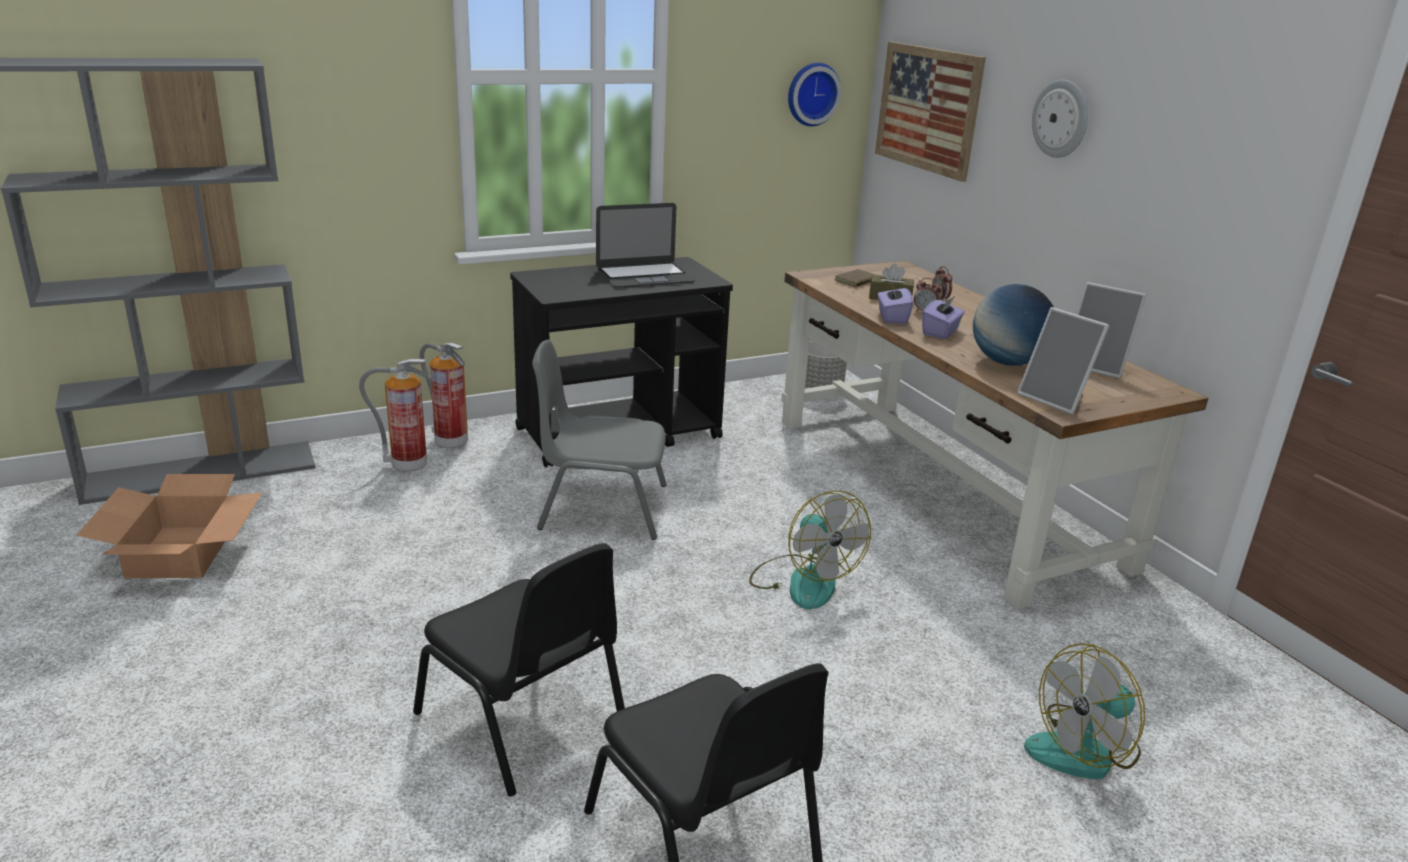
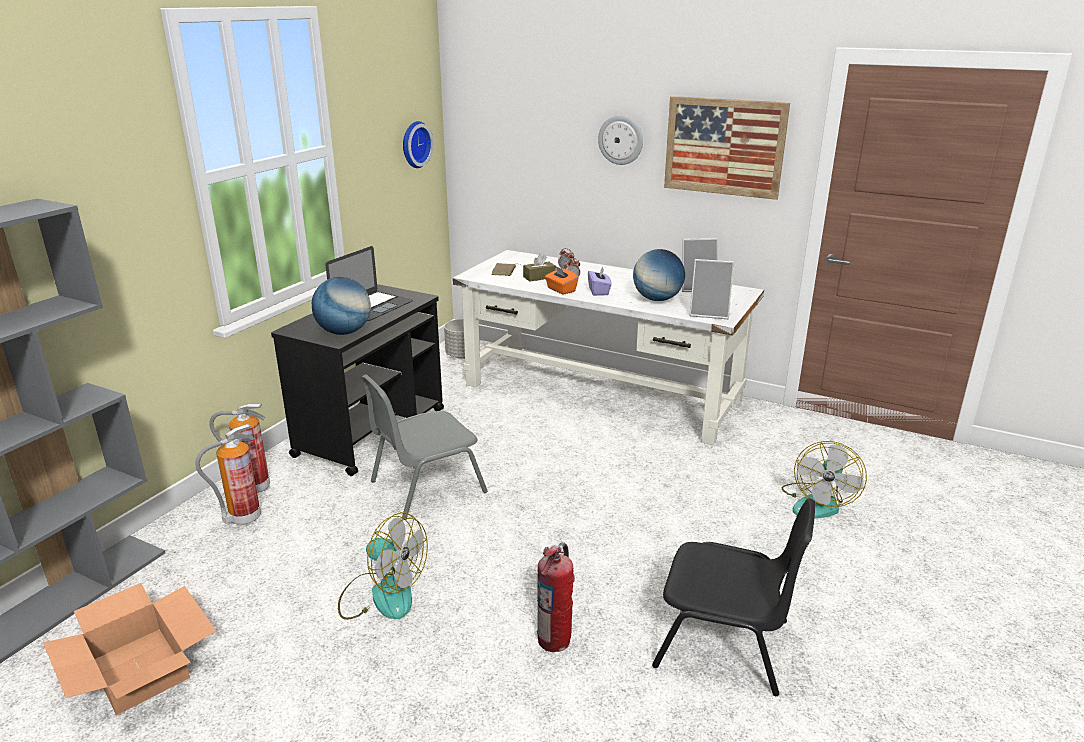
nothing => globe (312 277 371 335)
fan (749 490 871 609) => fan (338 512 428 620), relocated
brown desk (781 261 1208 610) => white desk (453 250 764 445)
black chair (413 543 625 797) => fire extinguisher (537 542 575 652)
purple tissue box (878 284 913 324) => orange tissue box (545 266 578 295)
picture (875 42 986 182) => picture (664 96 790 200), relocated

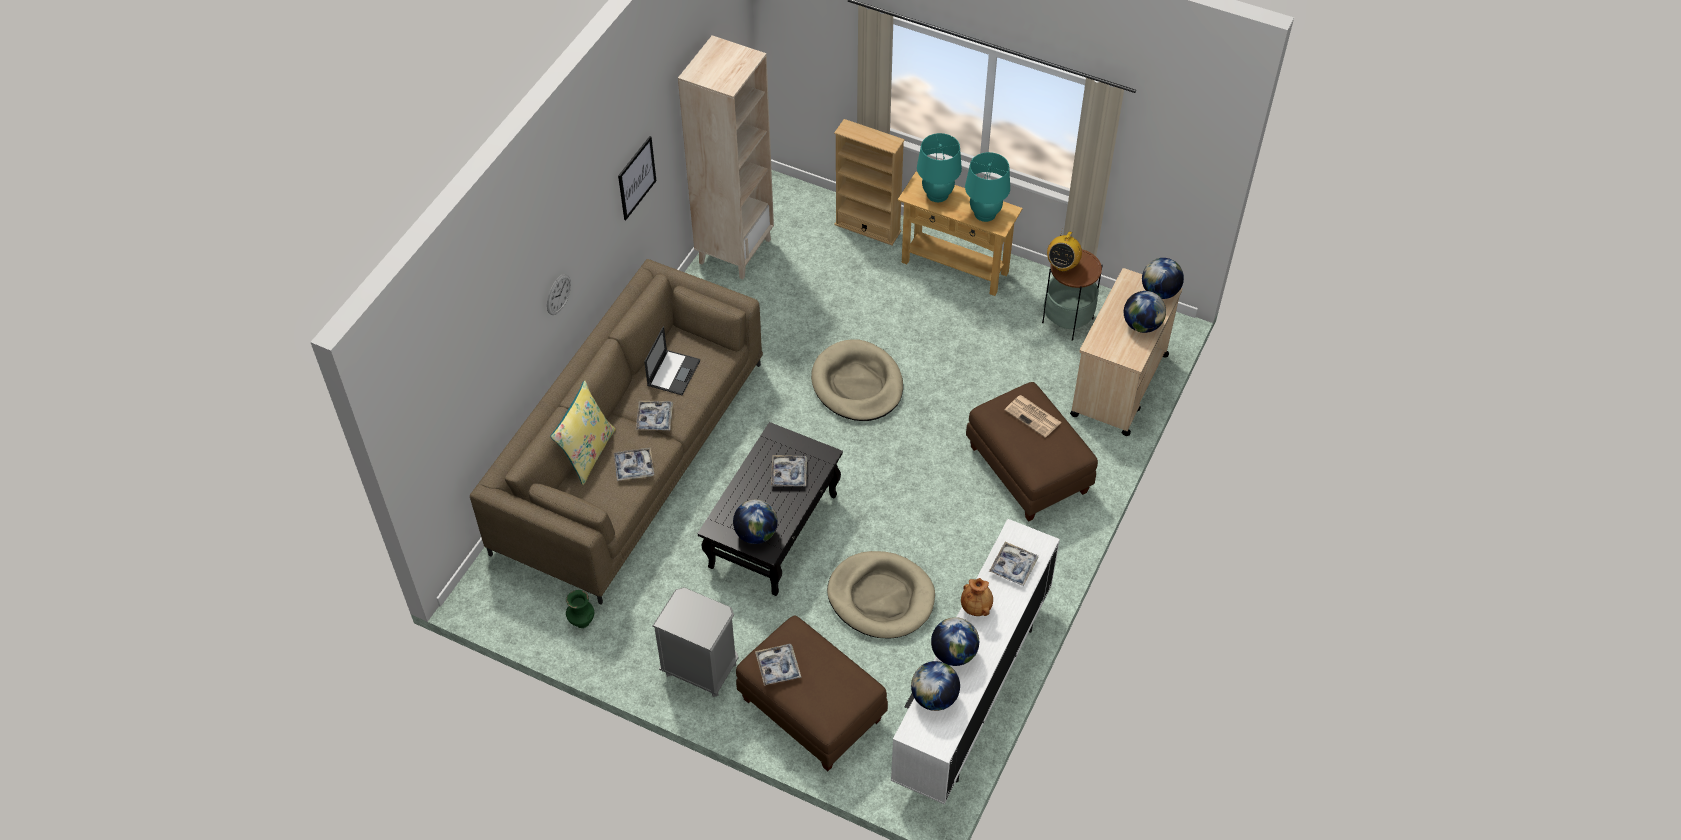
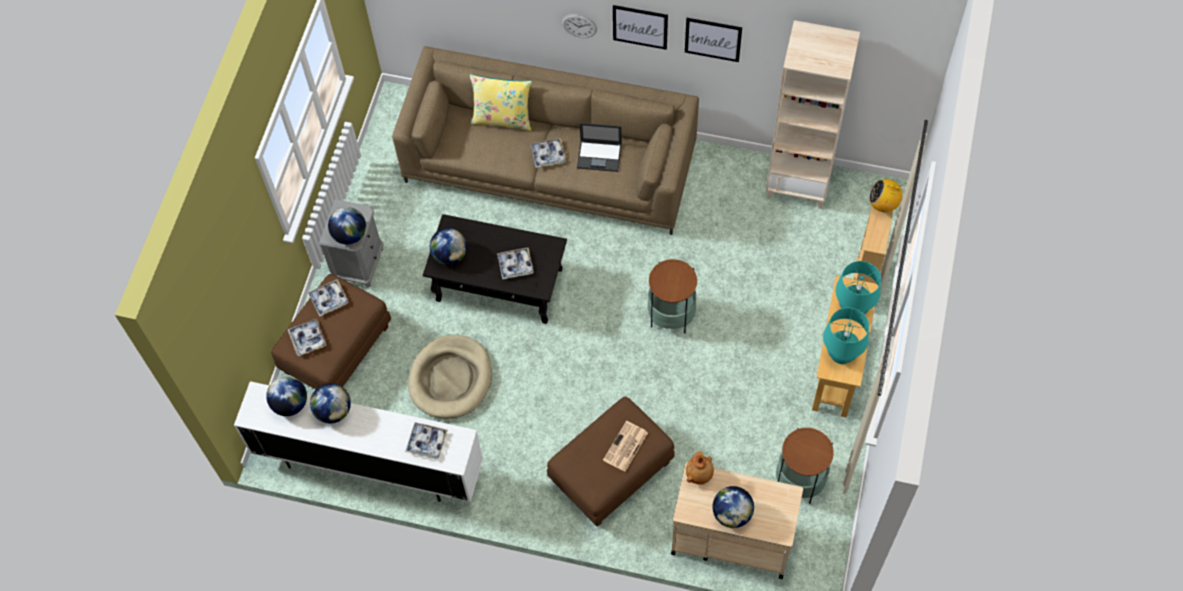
tray (614 447 654 481) => tray (288 319 327 356), relocated
globe (1142 258 1184 299) => globe (328 207 366 244), relocated
nothing => picture (613 5 668 50)
beige dog bed (811 340 903 421) => side table (648 259 697 334)
brown vase (961 578 993 616) => brown vase (686 451 714 485), relocated
radio (1047 228 1082 272) => radio (868 179 906 212), relocated
green vase (566 590 594 628) => nothing

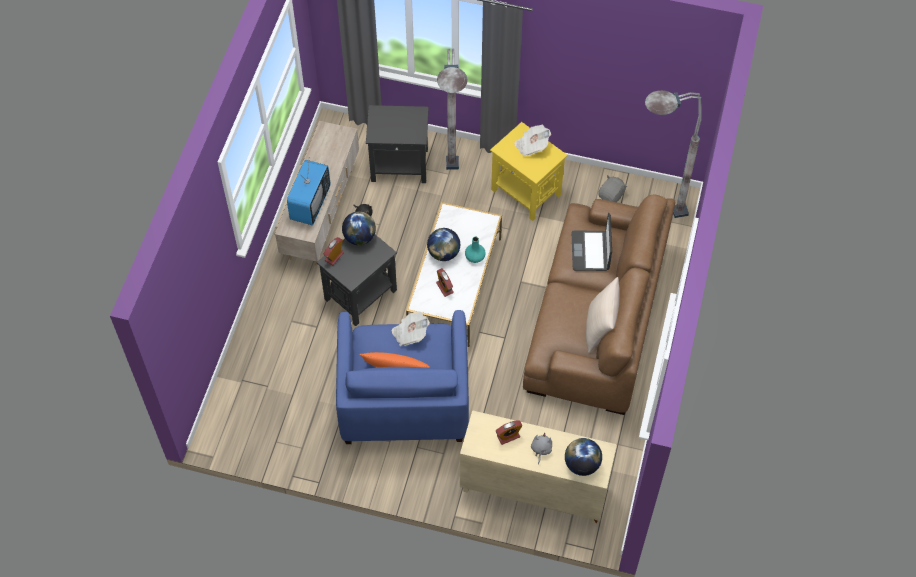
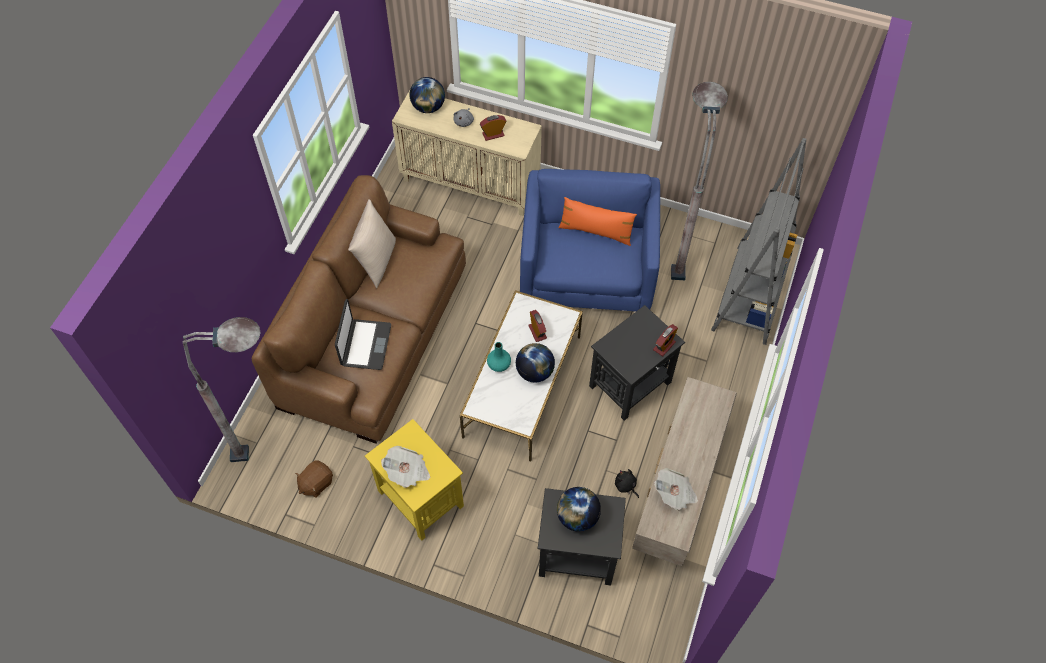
grey plush toy (598 175 627 202) => brown plush toy (295 460 333 497)
globe (342 211 376 245) => globe (557 487 601 532), relocated
newspaper (391 312 429 346) => newspaper (654 468 698 510), relocated
grey floor lamp (437 49 468 170) => grey floor lamp (671 82 728 280), relocated
nothing => grey bookcase (711 138 806 345)
television (287 160 331 225) => nothing

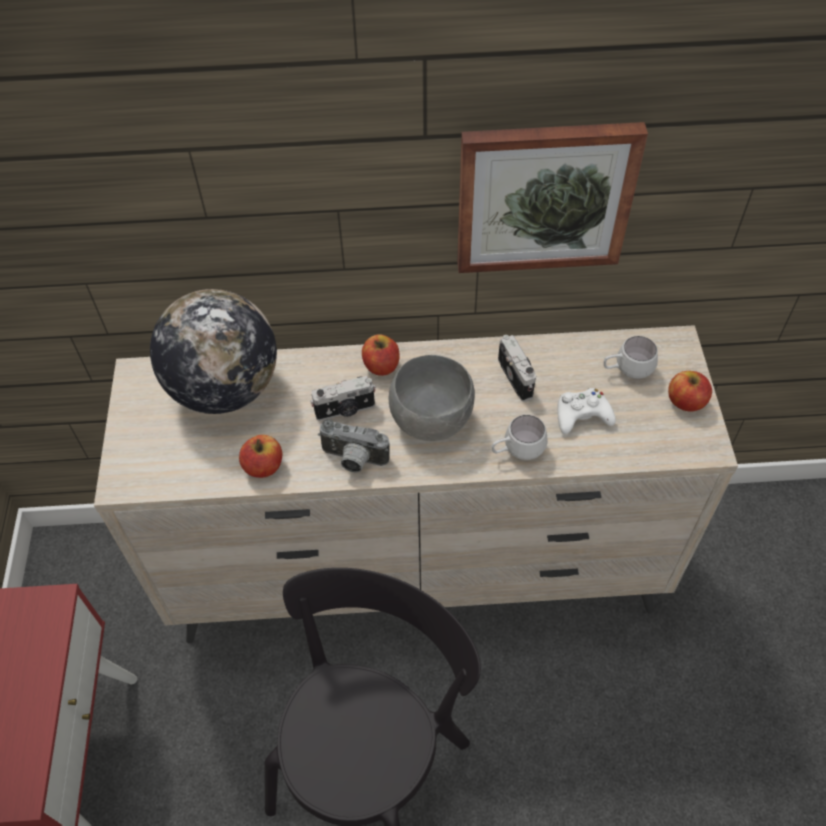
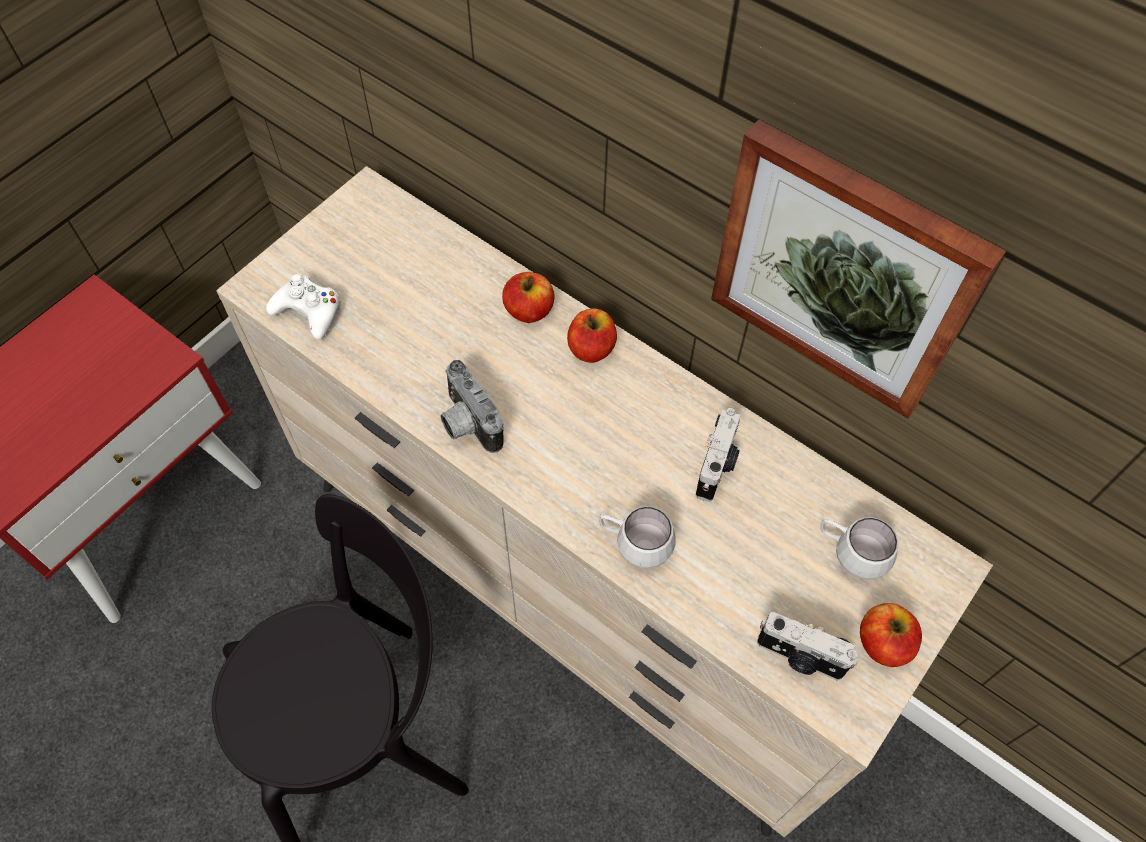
white game controller (557 388 616 434) => white game controller (266 274 341 340), relocated
apple (239 435 282 478) => apple (502 272 555 323), relocated
photo camera (310 376 376 421) => photo camera (757 612 858 680), relocated
globe (150 289 277 414) => nothing
grey bowl (388 355 475 441) => nothing

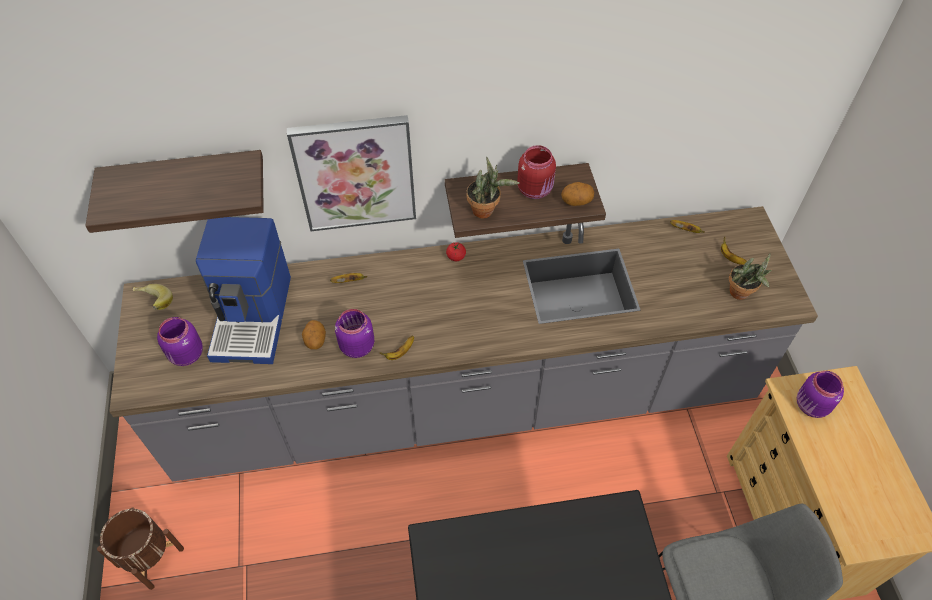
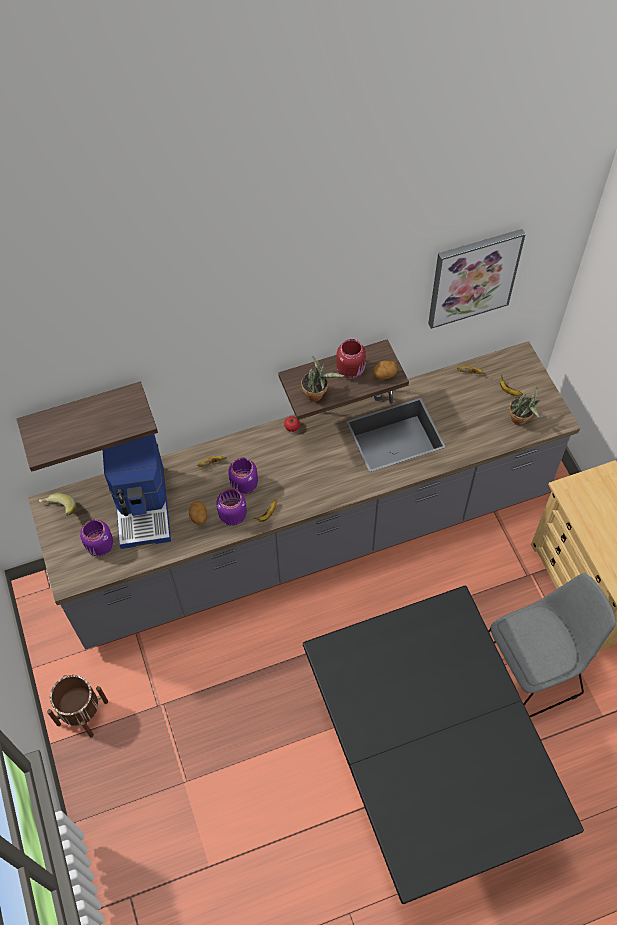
purple jar (797 371 844 418) => purple jar (229 458 258 494), relocated
picture (287 115 416 231) => picture (428 229 526 329), relocated

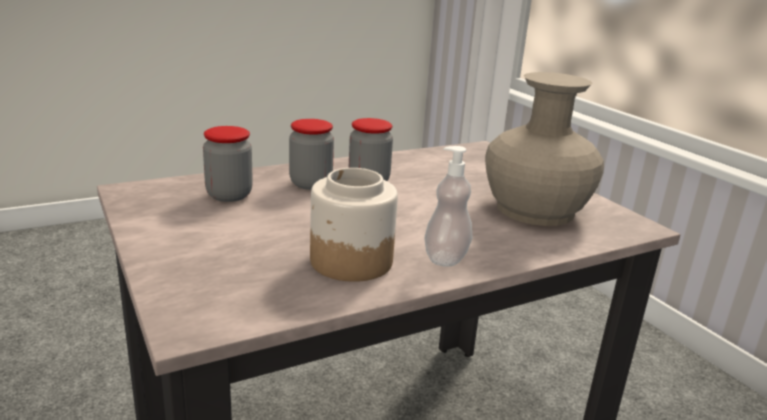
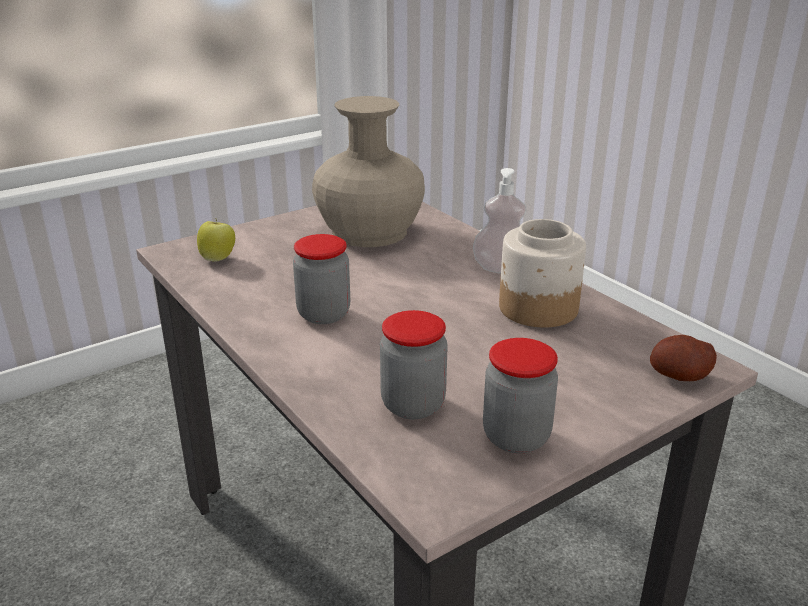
nothing => apple (197 218 235 262)
jar (289 119 334 190) => jar (483 338 558 453), relocated
nothing => potato (650 335 717 381)

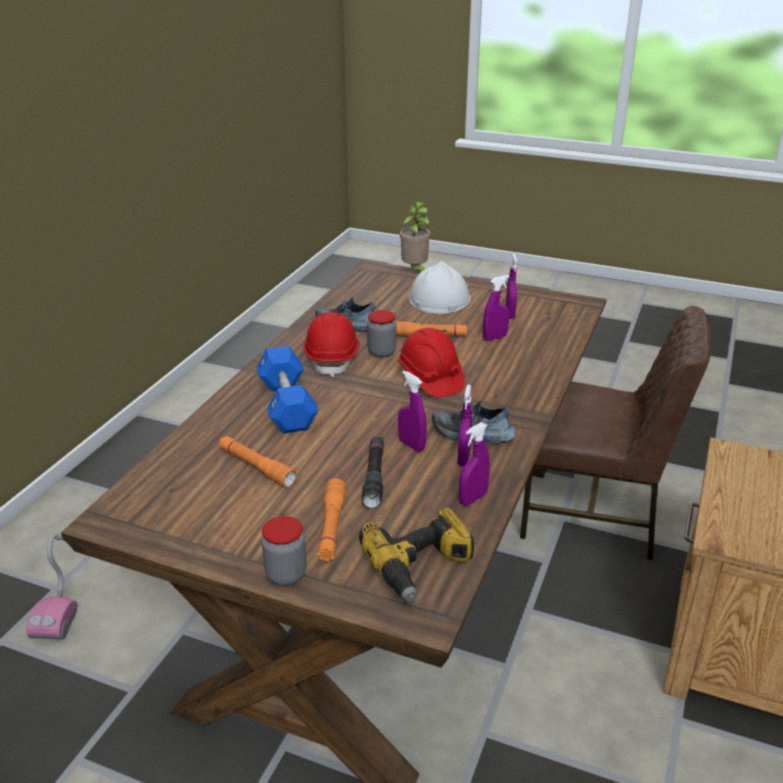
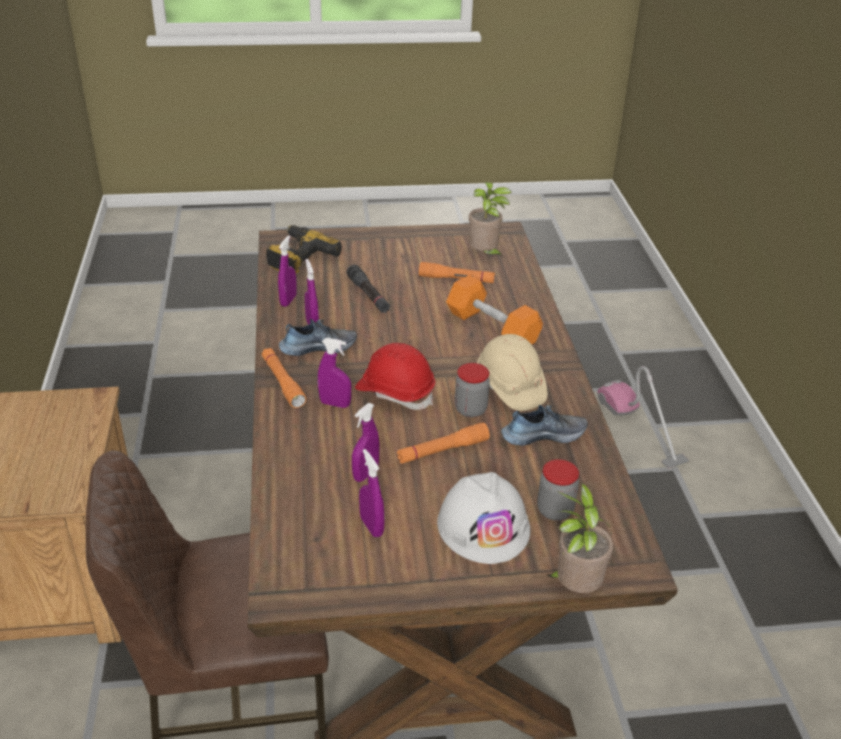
orange flashlight (318 479 346 562) => orange flashlight (262 348 306 408), relocated
purple spray bottle (398 370 427 452) => purple spray bottle (318 338 351 408), relocated
blue dumbbell (256 346 319 433) => orange dumbbell (446 275 543 345)
nothing => potted plant (469 182 512 257)
red hard hat (303 312 360 377) => beige hard hat (477 334 547 411)
jar (261 516 307 585) => jar (537 459 579 521), relocated

